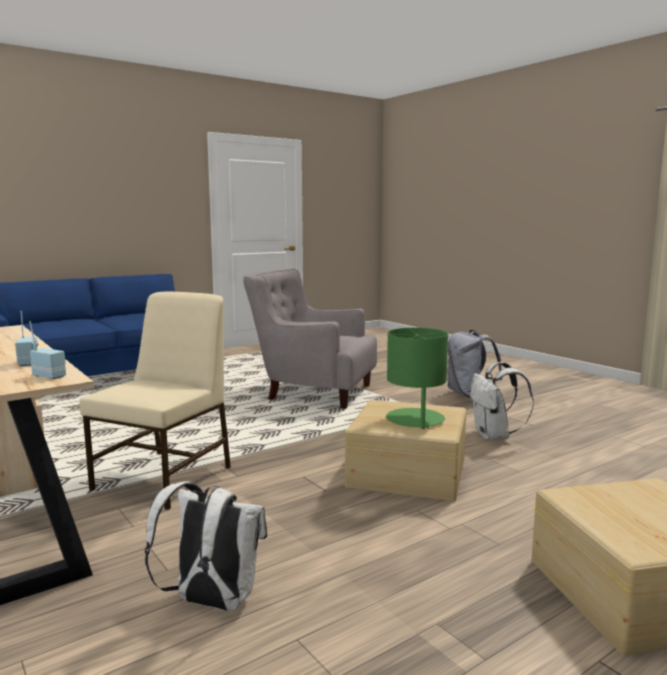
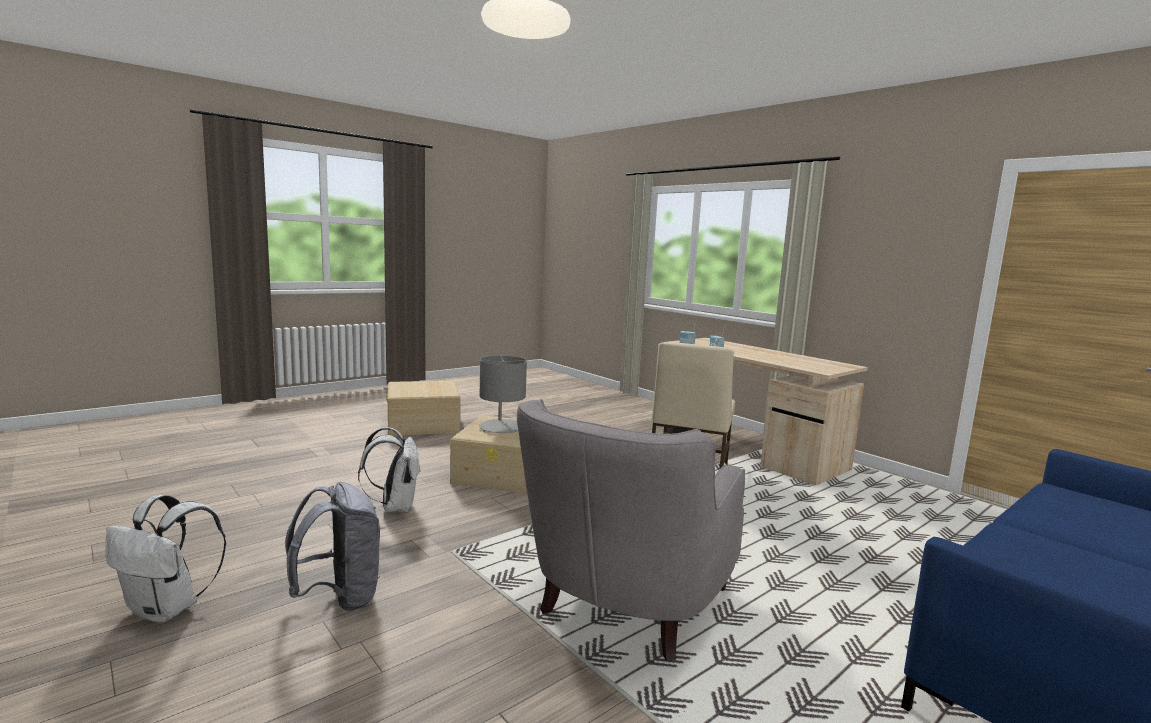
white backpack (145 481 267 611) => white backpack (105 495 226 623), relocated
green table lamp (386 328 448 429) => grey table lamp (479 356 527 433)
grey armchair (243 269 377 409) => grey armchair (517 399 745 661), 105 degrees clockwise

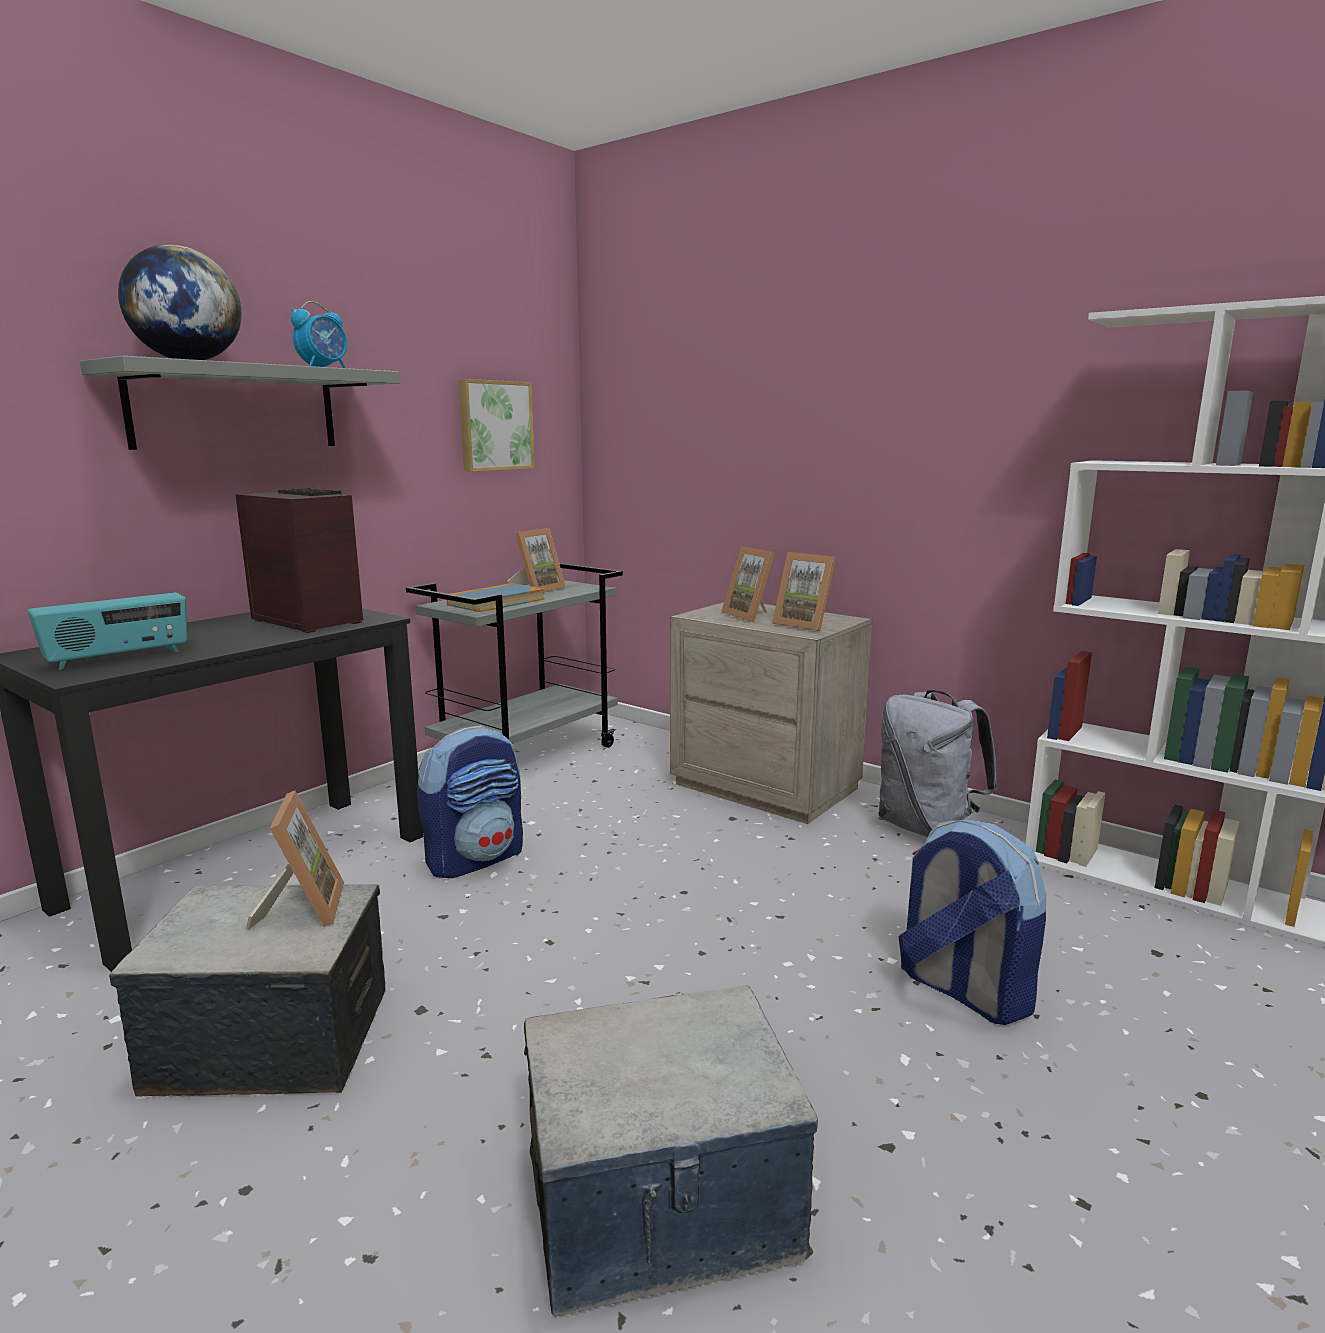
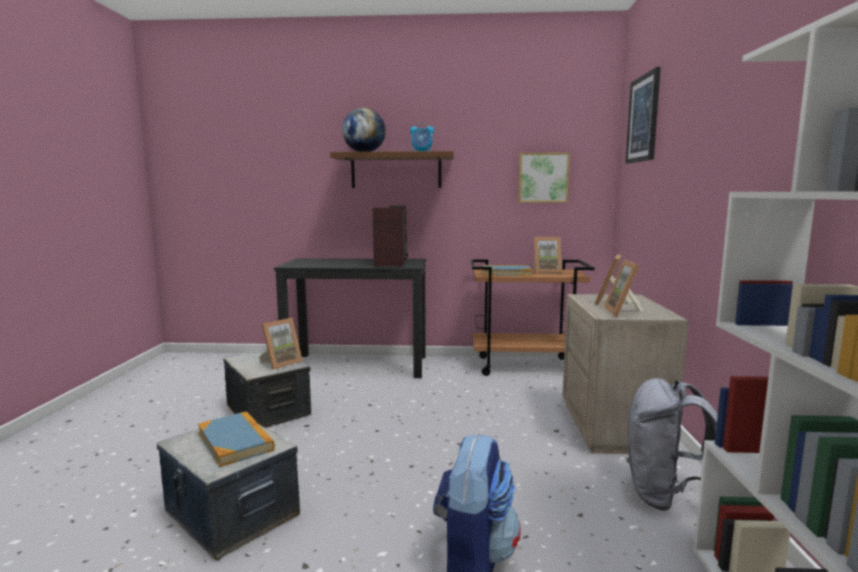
nothing => book (198 411 275 467)
grey shelf (80 356 400 450) => brown shelf (330 151 454 188)
grey cart (406 563 623 748) => brown cart (471 259 595 376)
nothing => picture (625 67 661 164)
radio (28 593 187 670) => nothing
backpack (417 725 523 878) => nothing

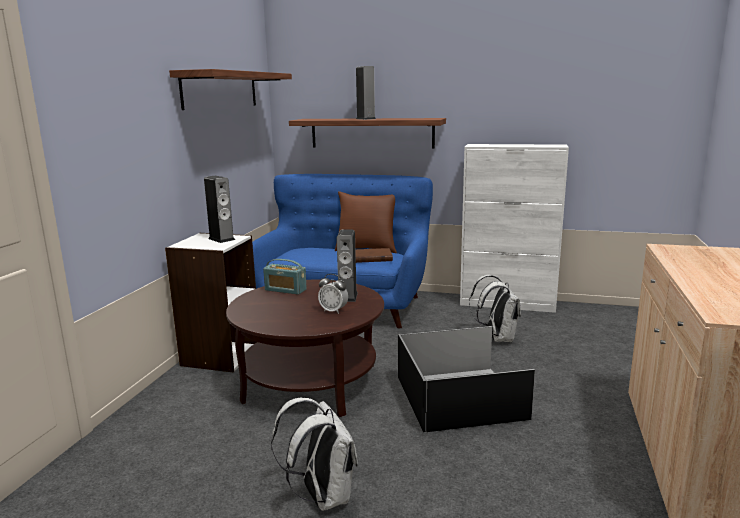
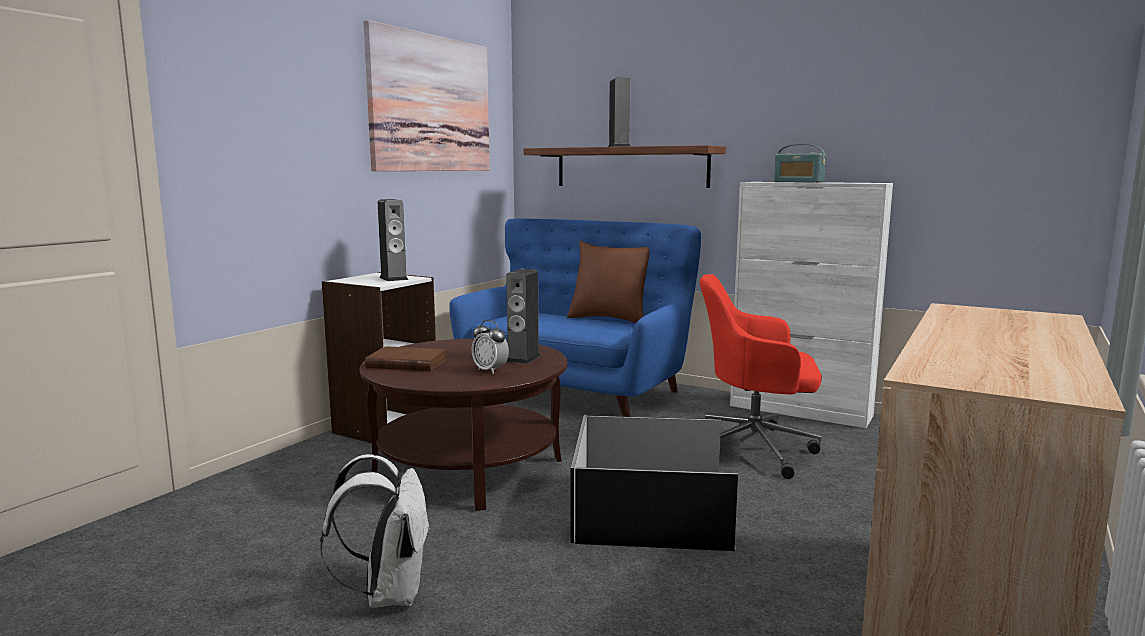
shelf (169 69 292 110) => picture (363 20 490 171)
brown book (355 248 393 263) => brown book (365 346 447 371), relocated
white backpack (469 275 521 342) => red office chair (700 274 822 479)
radio (263 259 307 295) => radio (774 144 826 183), relocated

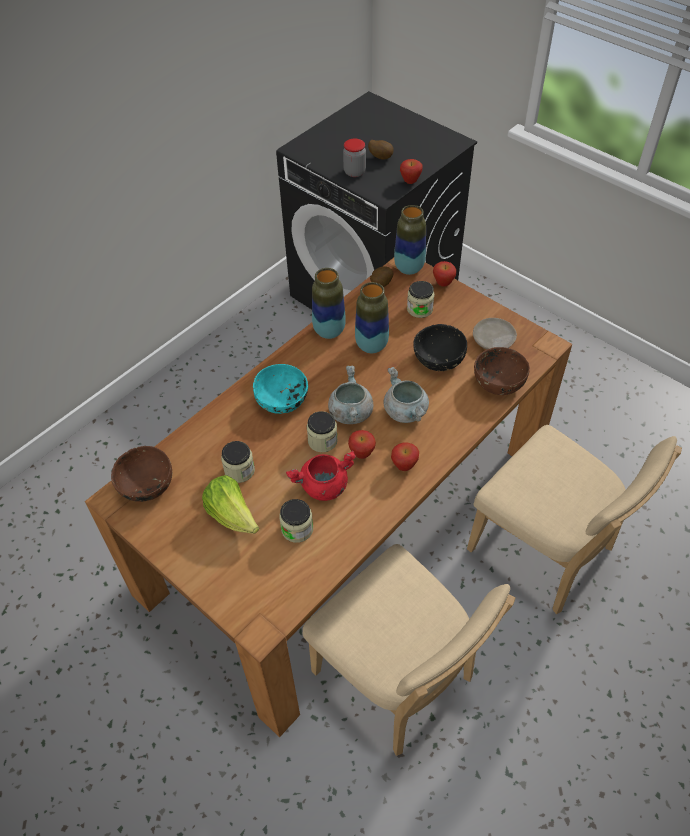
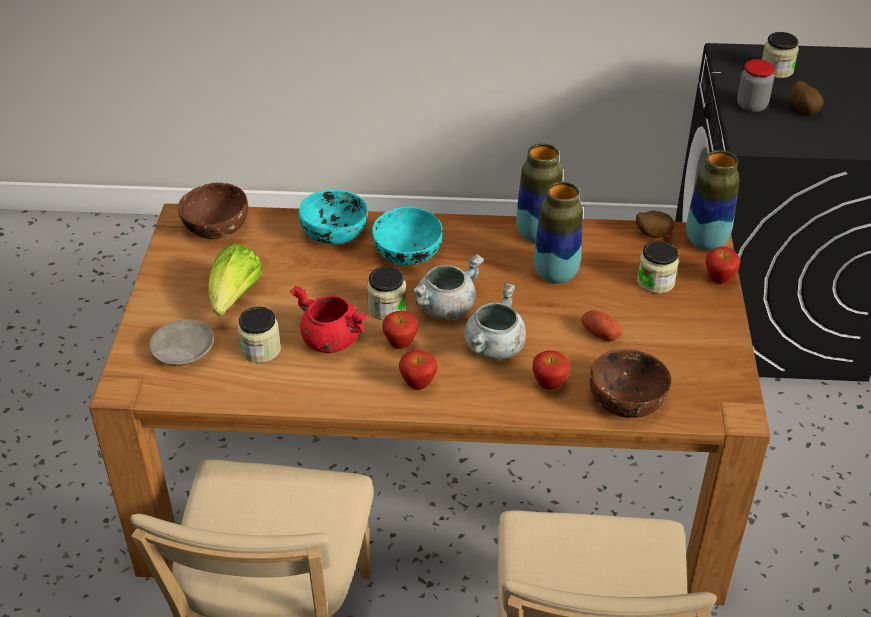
beige plate (473 318 517 350) => beige plate (149 319 214 366), relocated
nothing => turquoise bowl (299 190 368 245)
apple (400 159 423 184) => apple (532 350 570 390), relocated
black bowl (413 324 467 371) => potato (581 310 622 342)
jar (221 441 255 483) => jar (762 32 799 78), relocated

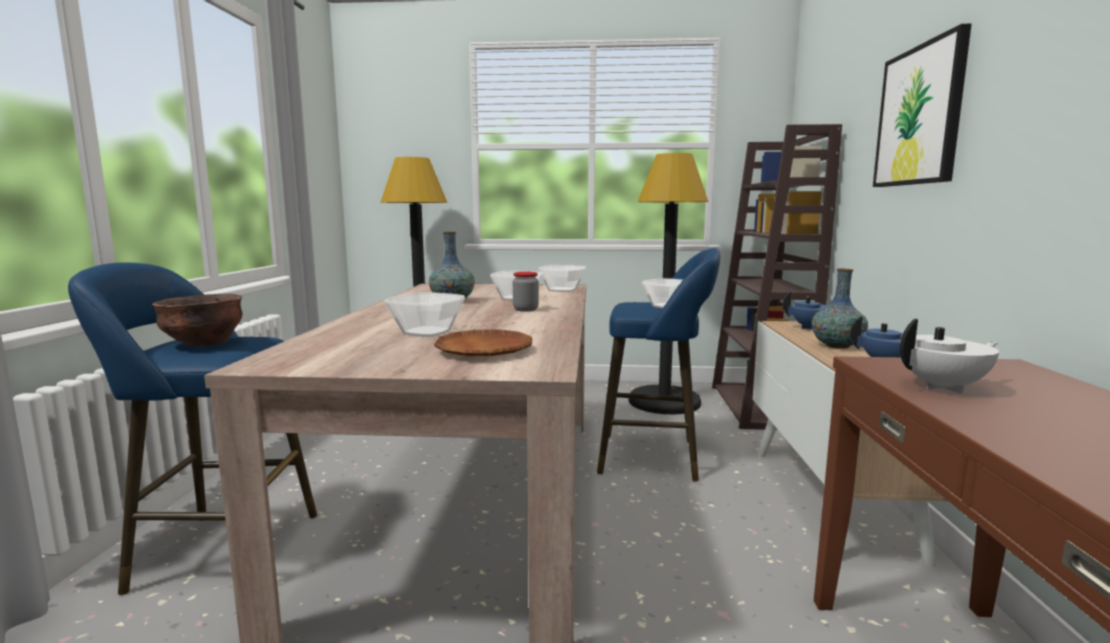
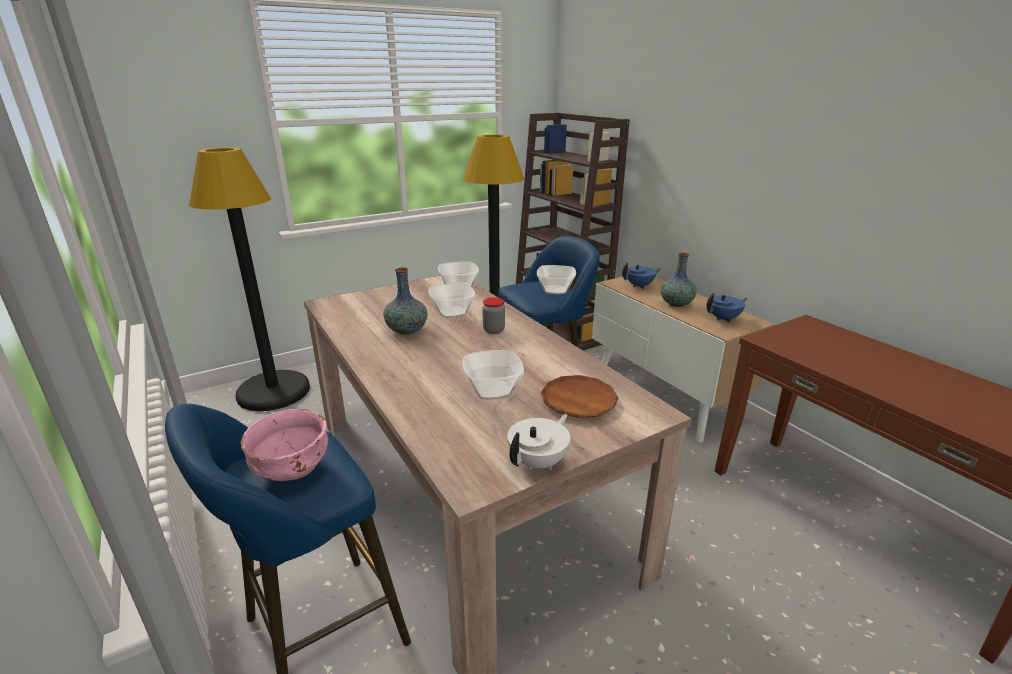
brown bowl (152 294 243 346) => pink bowl (241 409 328 481)
white teapot (900 319 999 394) => white teapot (507 414 571 470), relocated
picture (873 24 972 187) => nothing

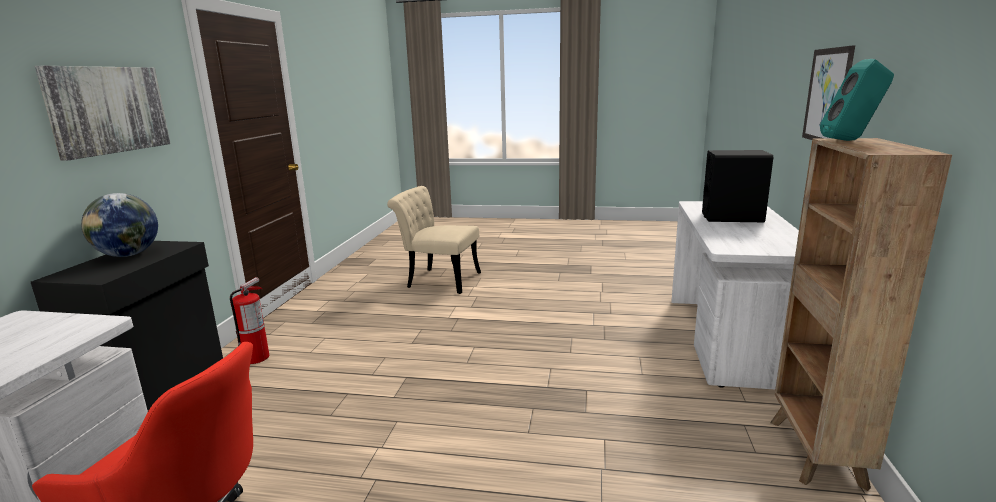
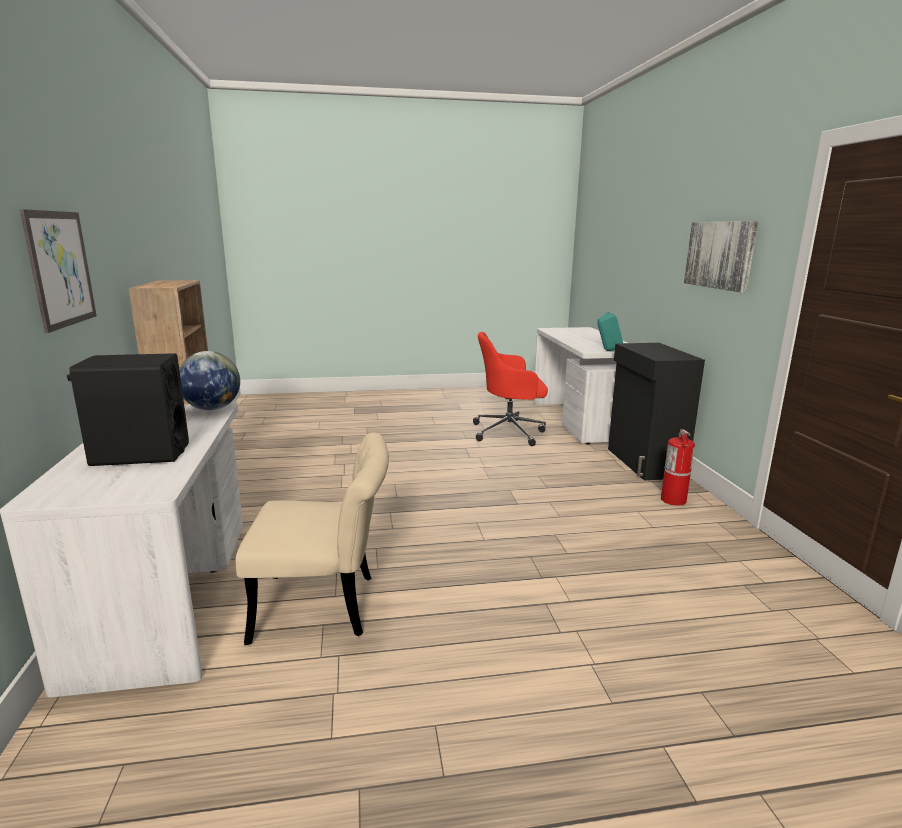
globe (81 193 158 257) => globe (179 351 240 410), relocated
beige chair (387 186 481 294) => beige chair (236 432 389 645), relocated
turquoise speaker (820 59 894 141) => turquoise speaker (597 312 623 351), relocated

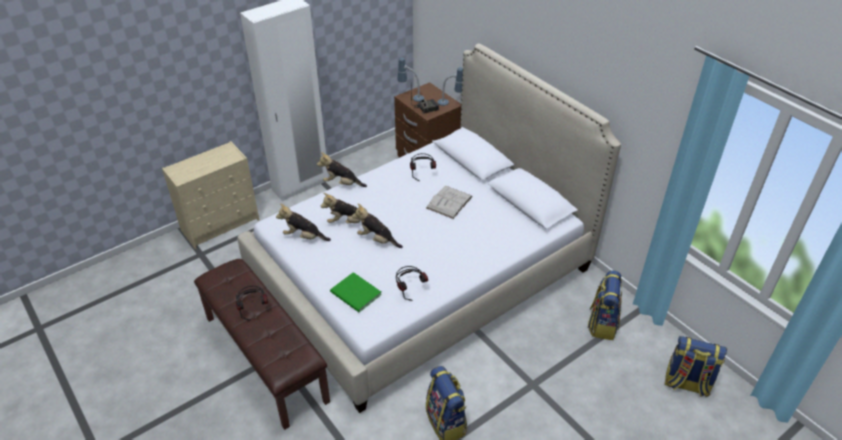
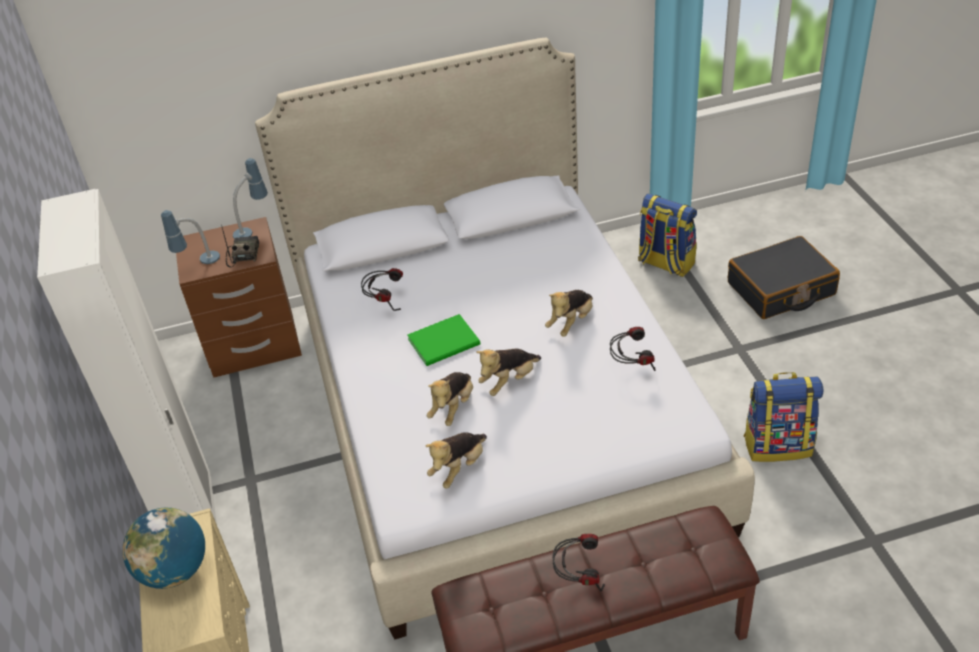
nothing => globe (122 508 205 589)
green book (330 272 382 312) => green book (407 314 480 366), relocated
plush toy (317 152 367 187) => plush toy (545 290 593 337), relocated
nothing => black suitcase (728 236 840 319)
white book (426 186 473 219) => nothing
backpack (665 336 727 397) => nothing

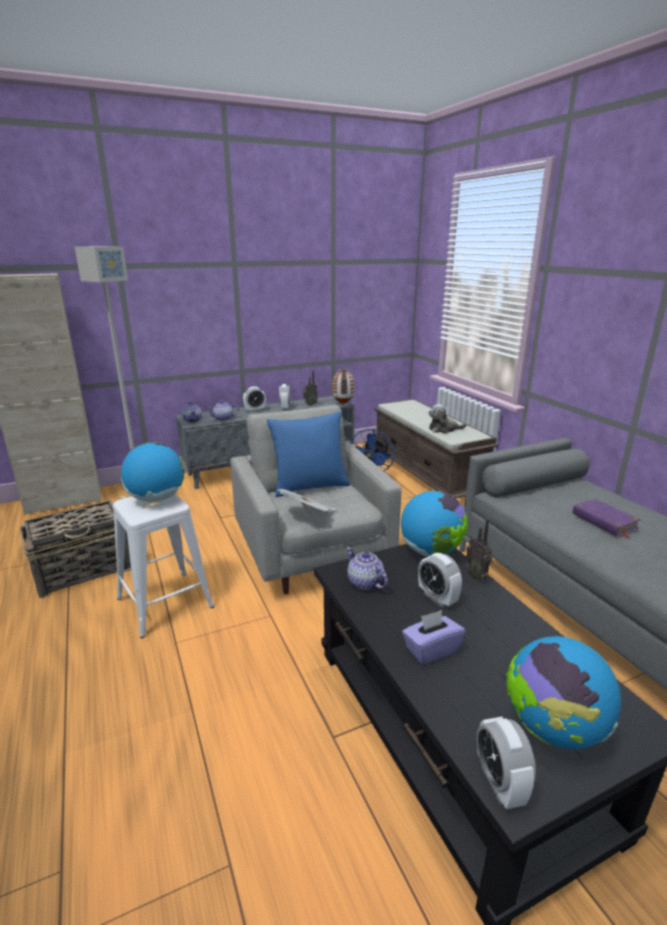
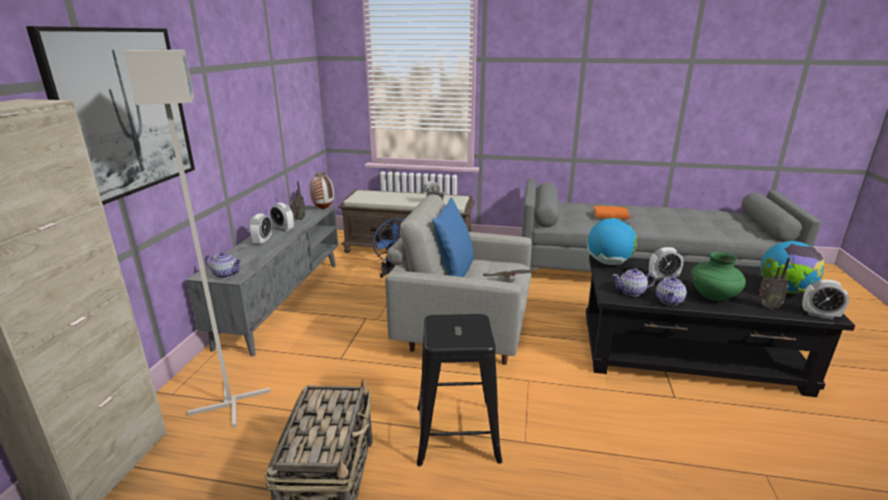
nothing => picture (26 26 195 205)
white stool (113 494 215 638) => black stool (417 314 502 467)
purple book (573 499 640 539) => orange book (593 206 632 219)
teapot (206 401 239 421) => teapot (656 275 687 306), relocated
purple tissue box (402 610 465 665) => green vase (691 252 746 301)
radio (466 519 493 581) => radio (759 257 790 309), relocated
globe (121 442 184 502) => nothing

